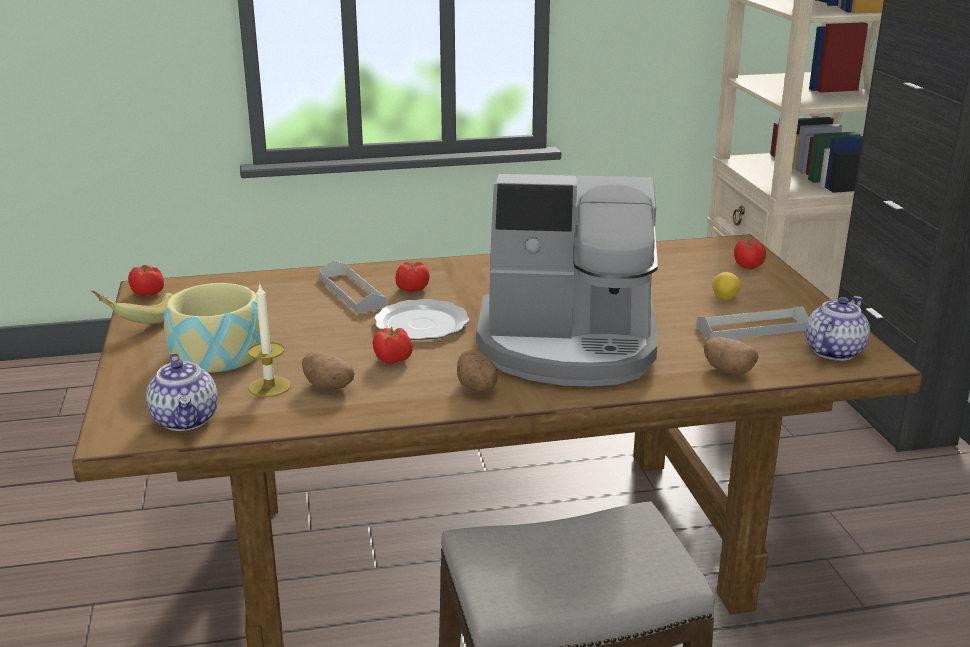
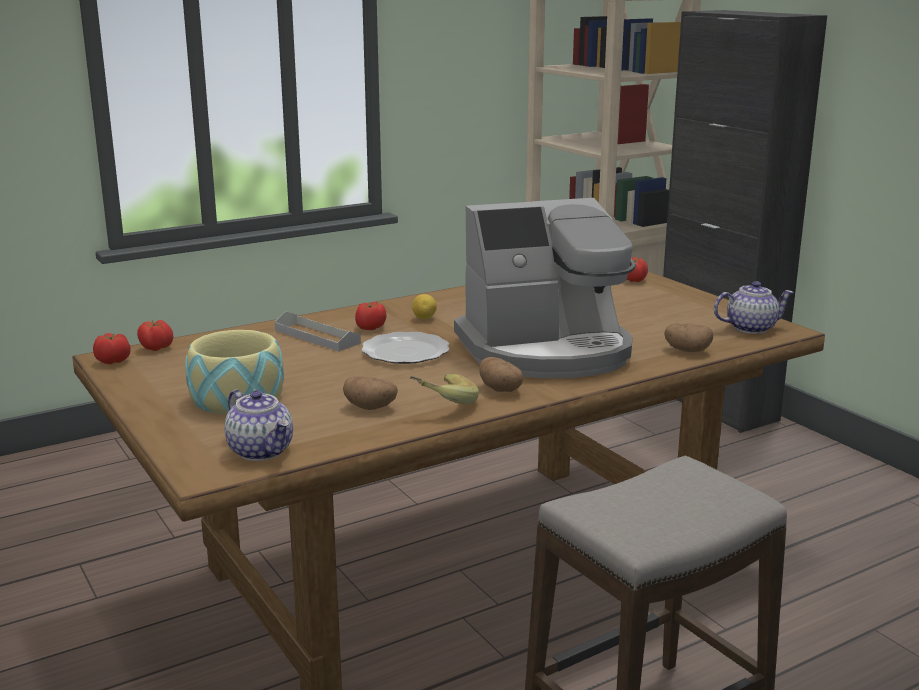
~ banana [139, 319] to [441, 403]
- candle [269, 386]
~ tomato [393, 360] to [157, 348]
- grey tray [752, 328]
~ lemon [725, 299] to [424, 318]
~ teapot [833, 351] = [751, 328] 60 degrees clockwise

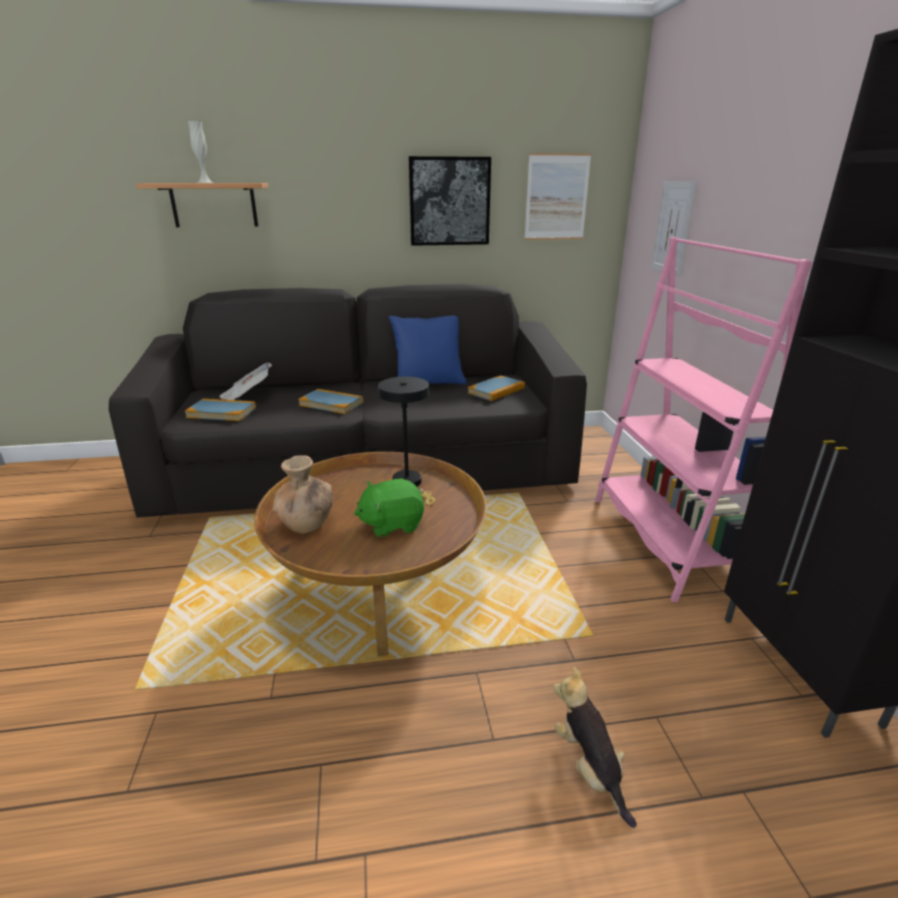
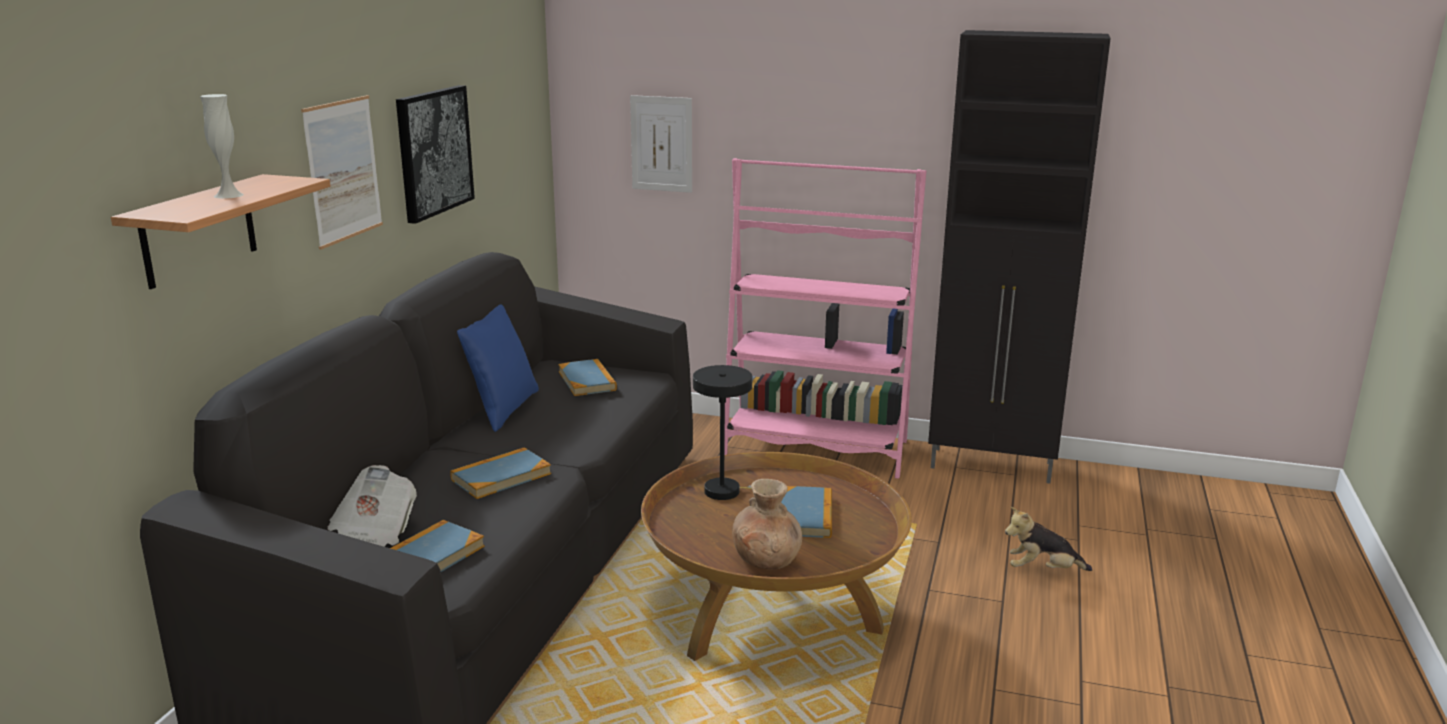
~ green plush toy [392, 524] to book [805, 515]
~ picture [556, 197] to [343, 170]

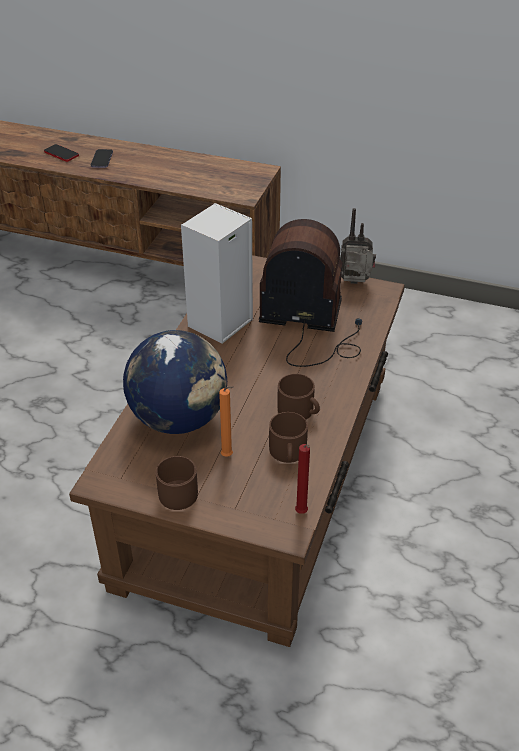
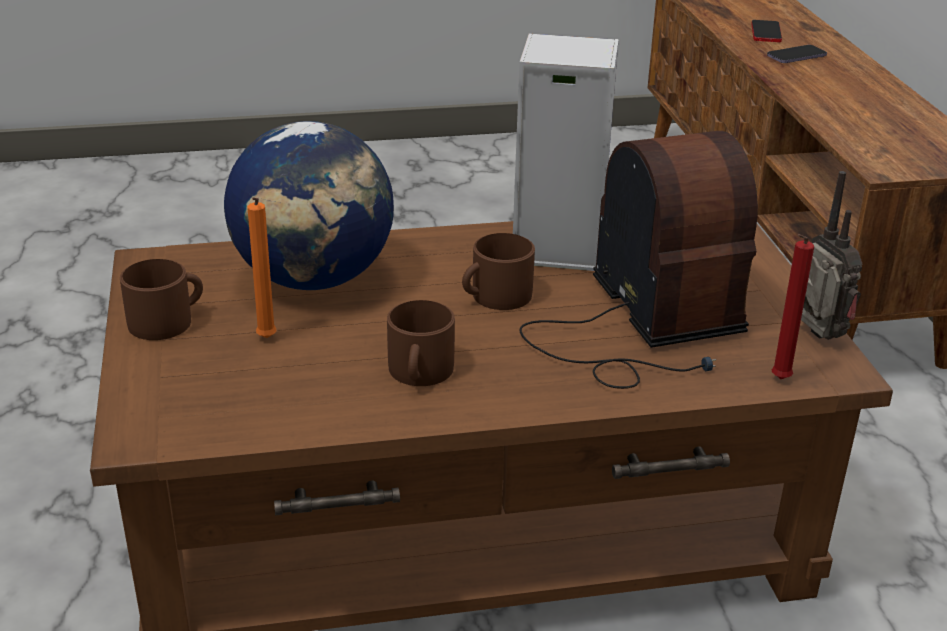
~ brown mug [288, 452] to [495, 296]
~ red candle [302, 514] to [778, 380]

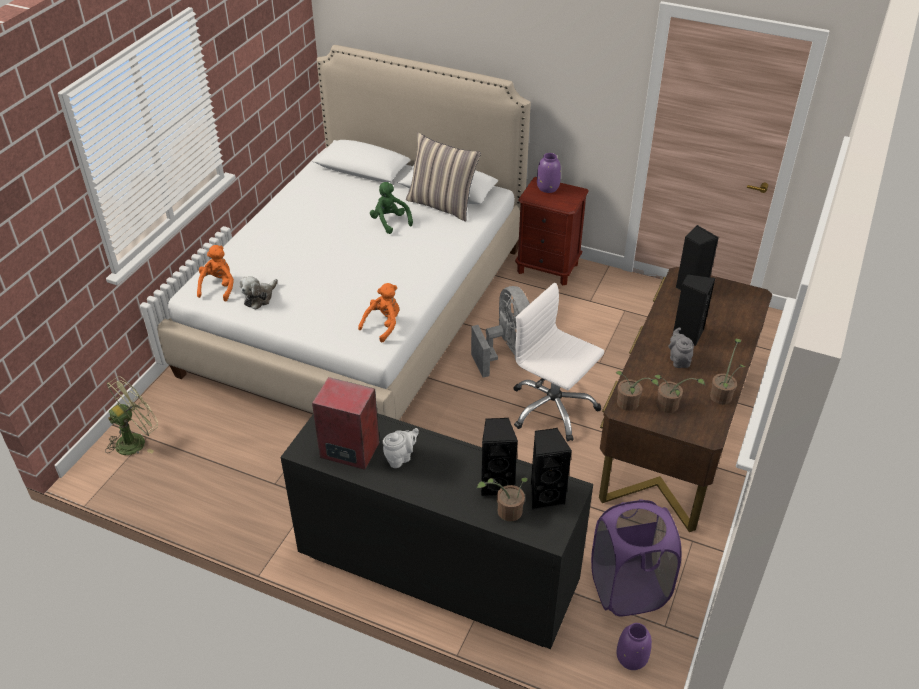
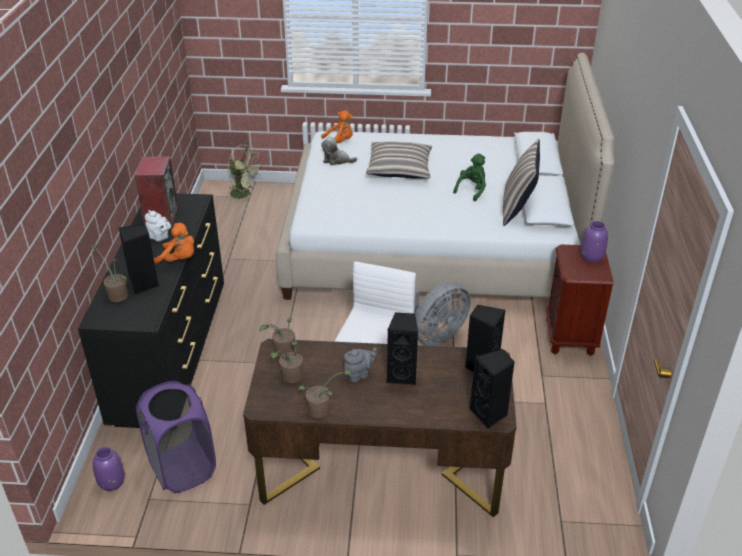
~ orange plush toy [383, 325] to [178, 260]
~ black speaker [545, 495] to [489, 414]
+ pillow [399, 168]

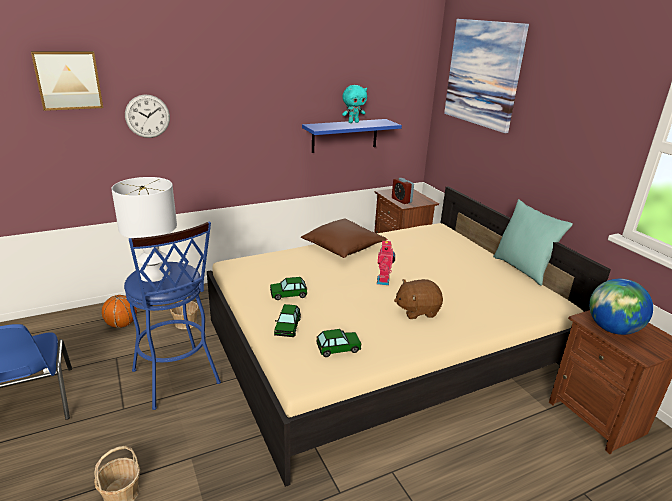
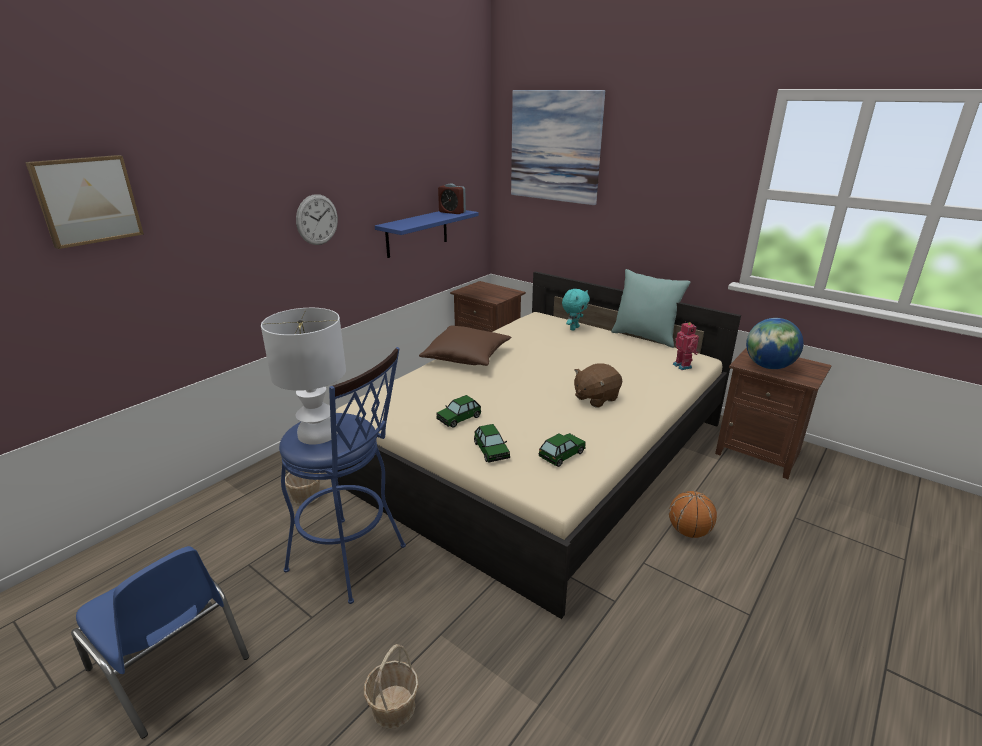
~ basketball [122, 324] to [689, 531]
~ wall clock [147, 116] to [317, 220]
~ turquoise plush toy [353, 122] to [573, 328]
~ toy robot [384, 281] to [683, 366]
~ alarm clock [401, 200] to [452, 212]

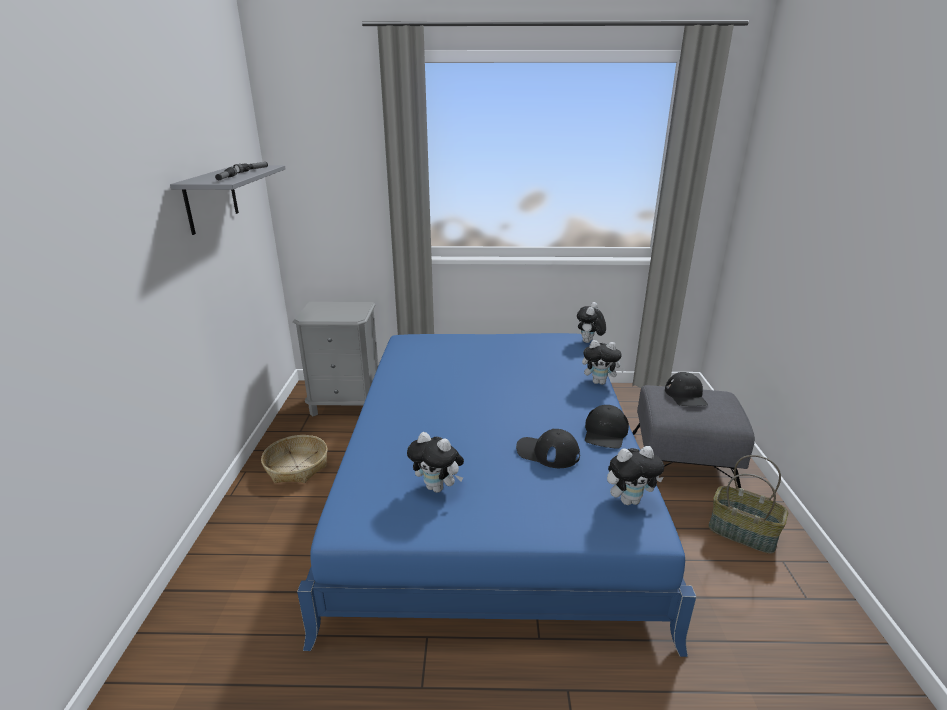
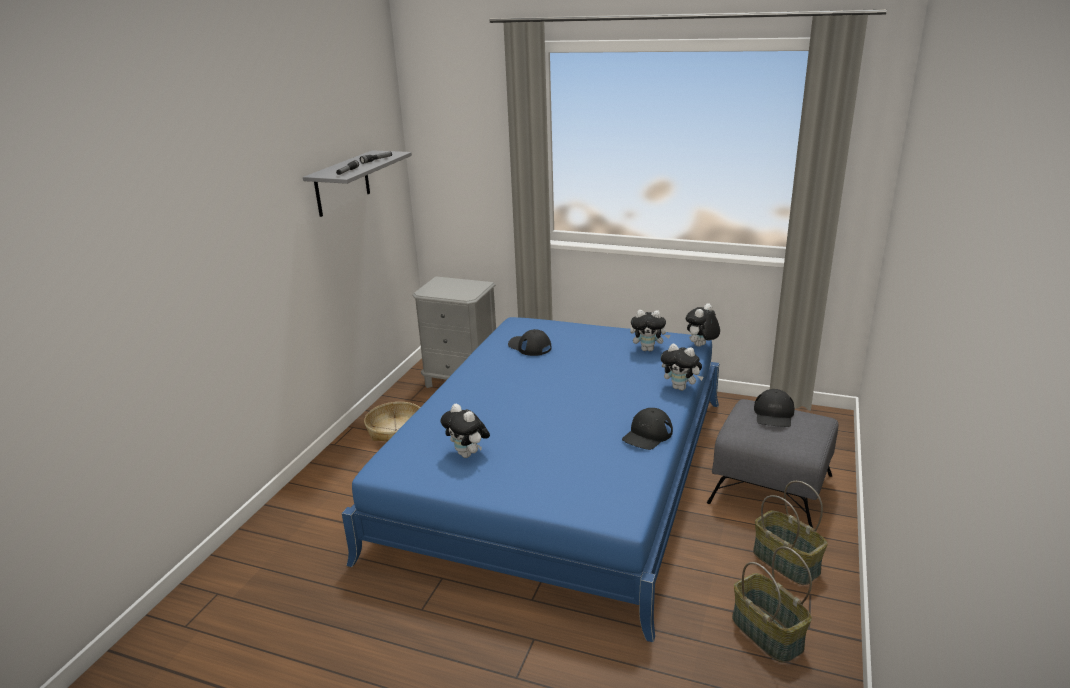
~ black cap [547, 452] to [529, 346]
~ plush toy [629, 500] to [648, 349]
+ basket [765, 633]

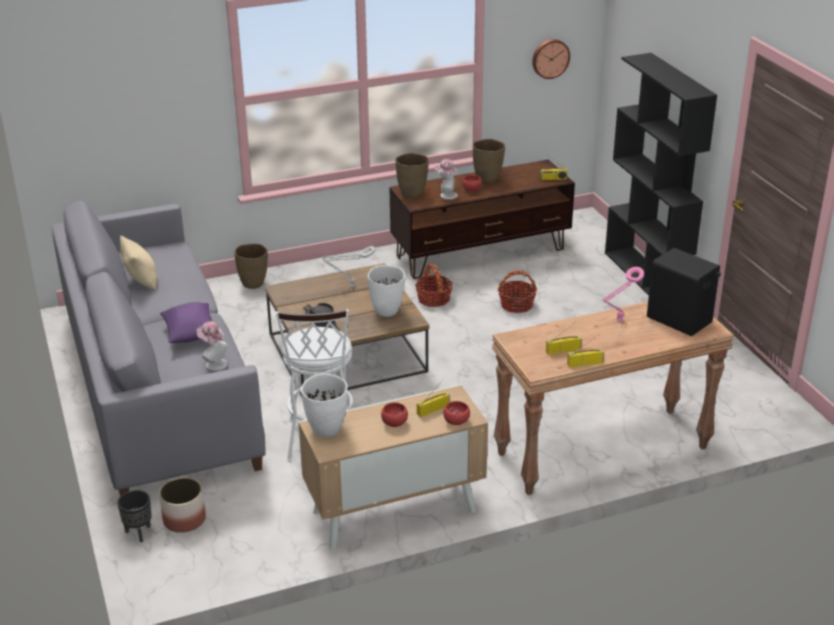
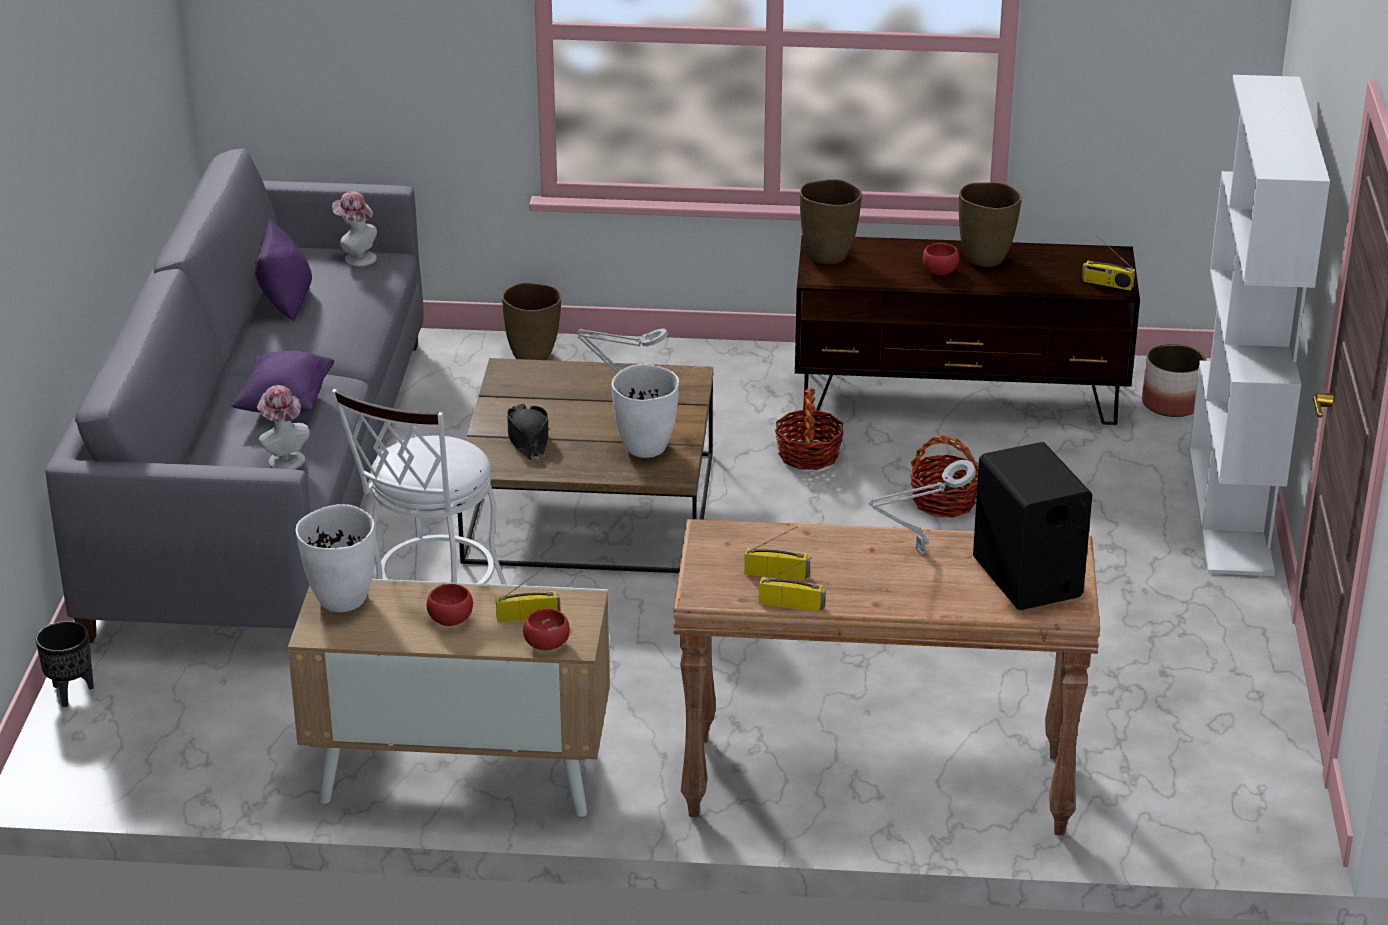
~ beige pillow [141, 281] to purple pillow [286, 302]
~ planter [184, 520] to [1171, 404]
~ hat [446, 195] to [356, 257]
- wall clock [550, 58]
~ pink table lamp [619, 321] to grey table lamp [918, 552]
~ black bookcase [647, 276] to white bookcase [1231, 511]

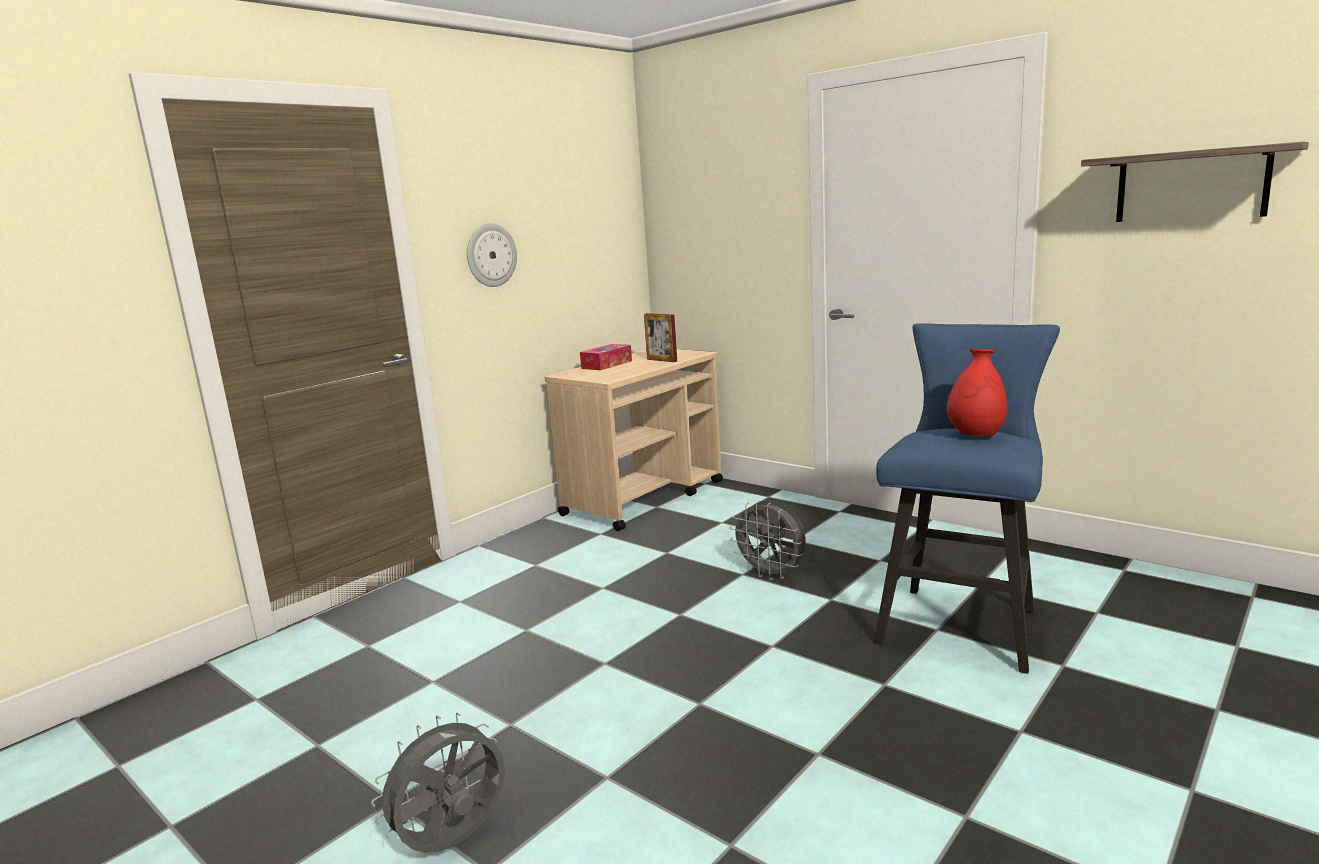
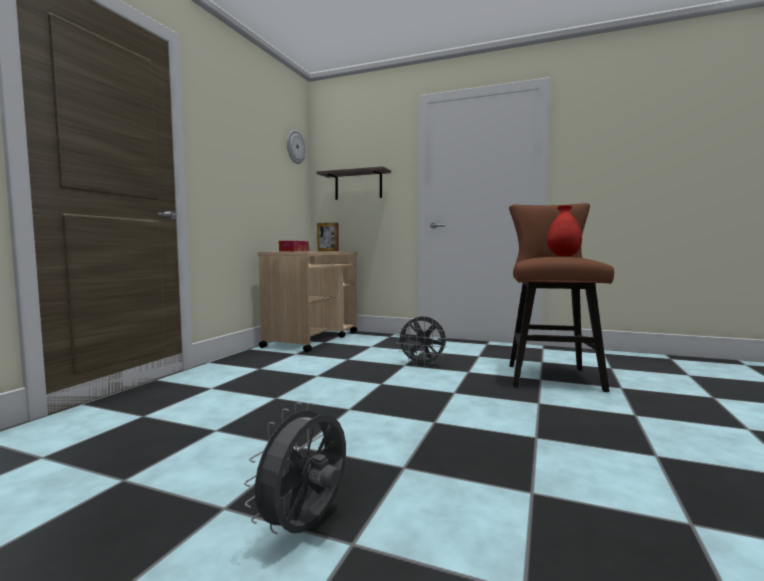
~ wall clock [491, 255] to [295, 147]
~ blue stool [962, 622] to brown stool [550, 375]
~ shelf [1191, 185] to [358, 185]

